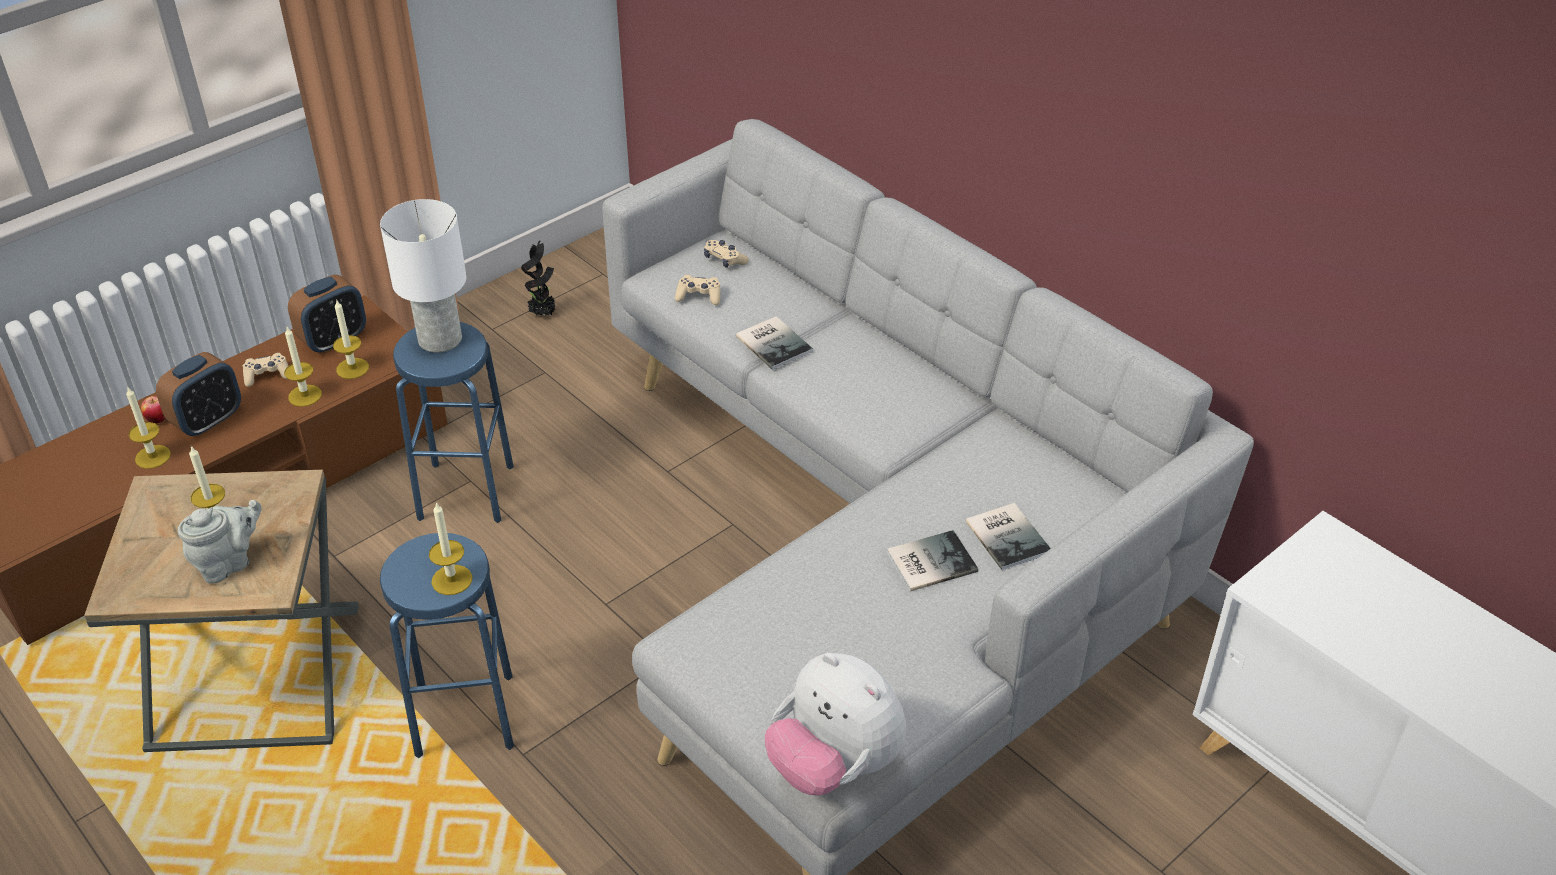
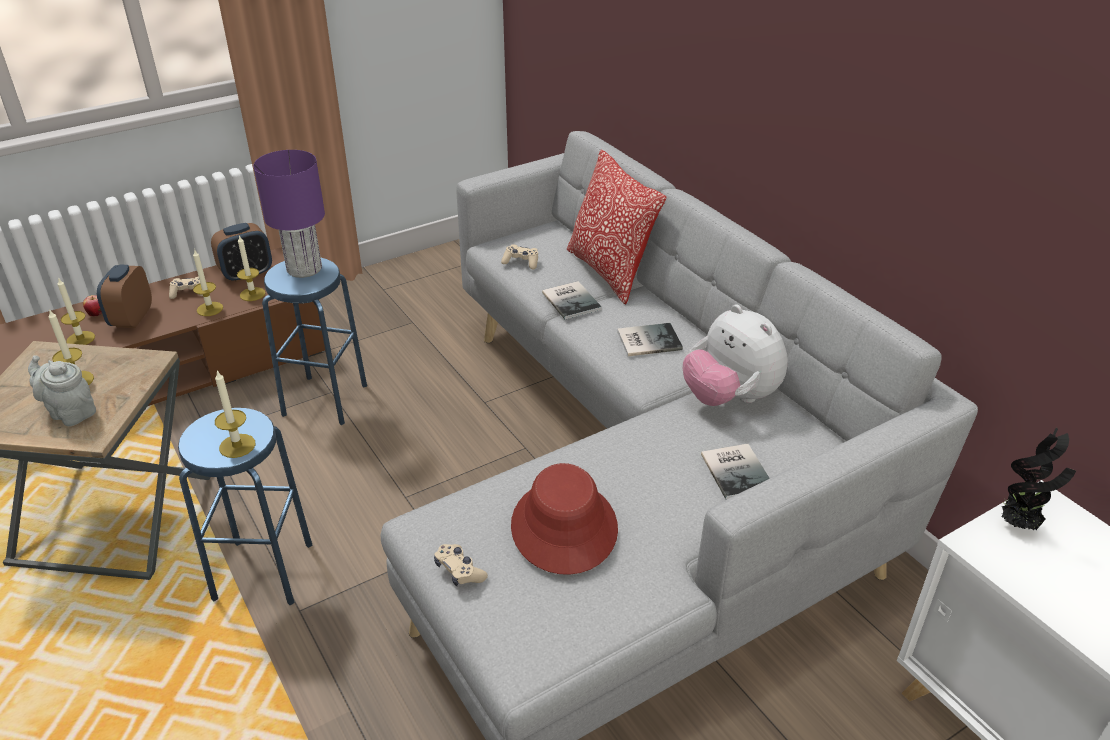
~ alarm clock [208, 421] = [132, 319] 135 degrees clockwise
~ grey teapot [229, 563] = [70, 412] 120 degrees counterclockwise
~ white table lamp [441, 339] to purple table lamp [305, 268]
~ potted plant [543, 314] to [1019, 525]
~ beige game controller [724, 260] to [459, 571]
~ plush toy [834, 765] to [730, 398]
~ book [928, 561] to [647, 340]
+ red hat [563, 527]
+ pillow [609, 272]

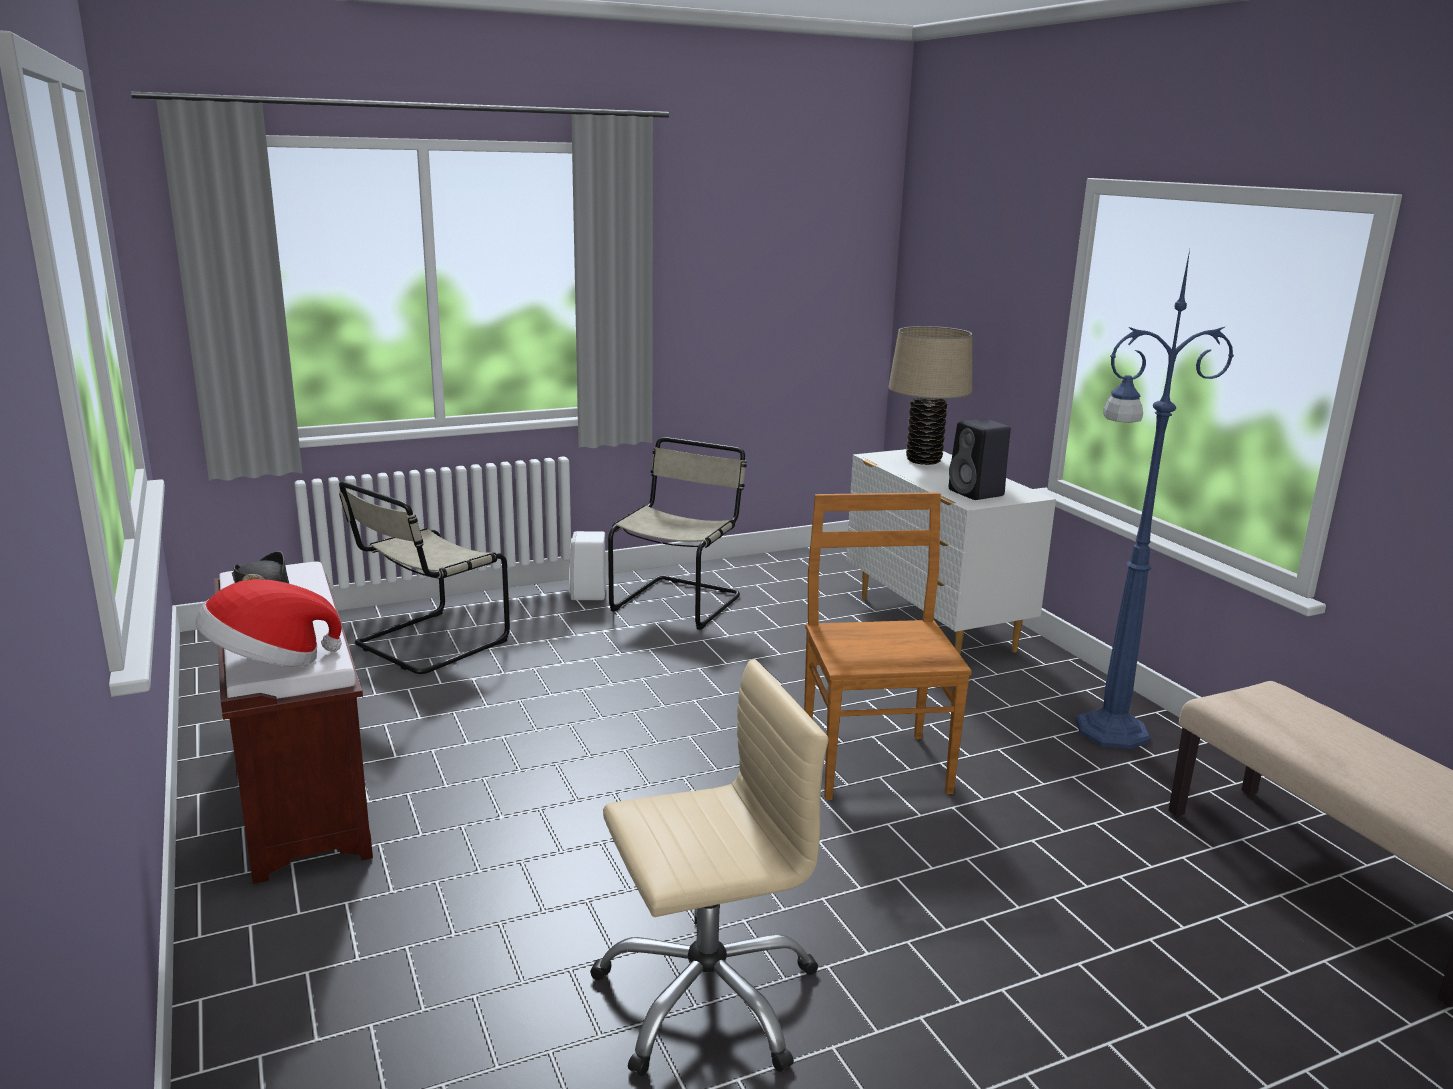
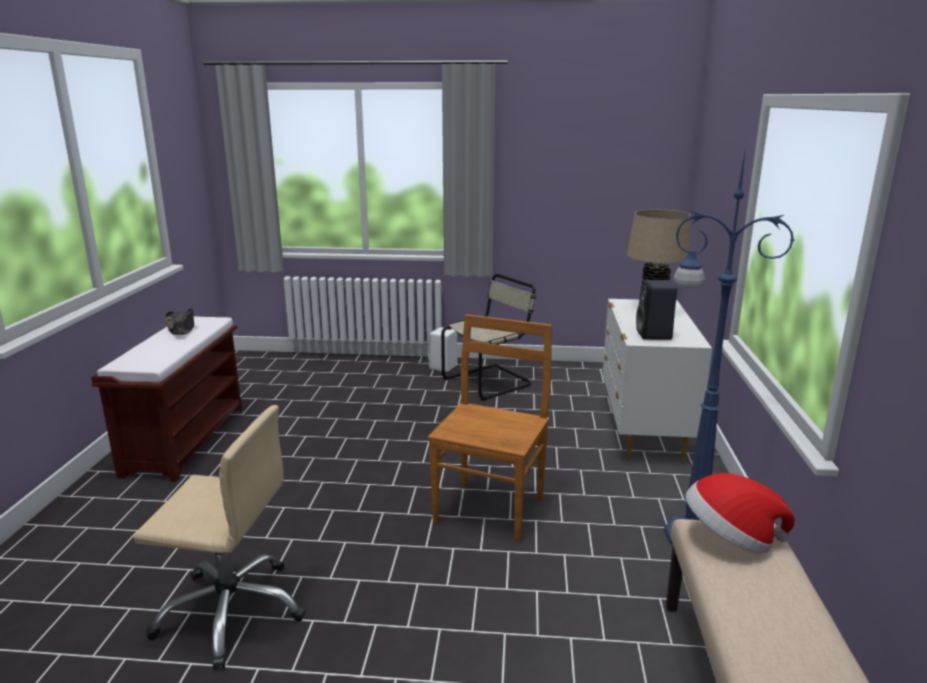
~ hat [268, 662] to [730, 539]
- beige chair [426, 644]

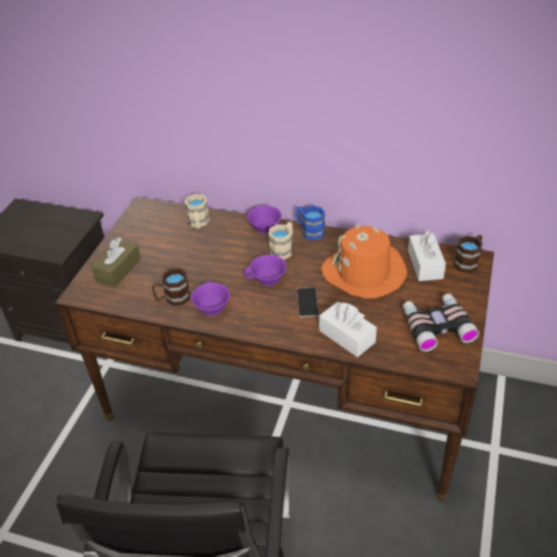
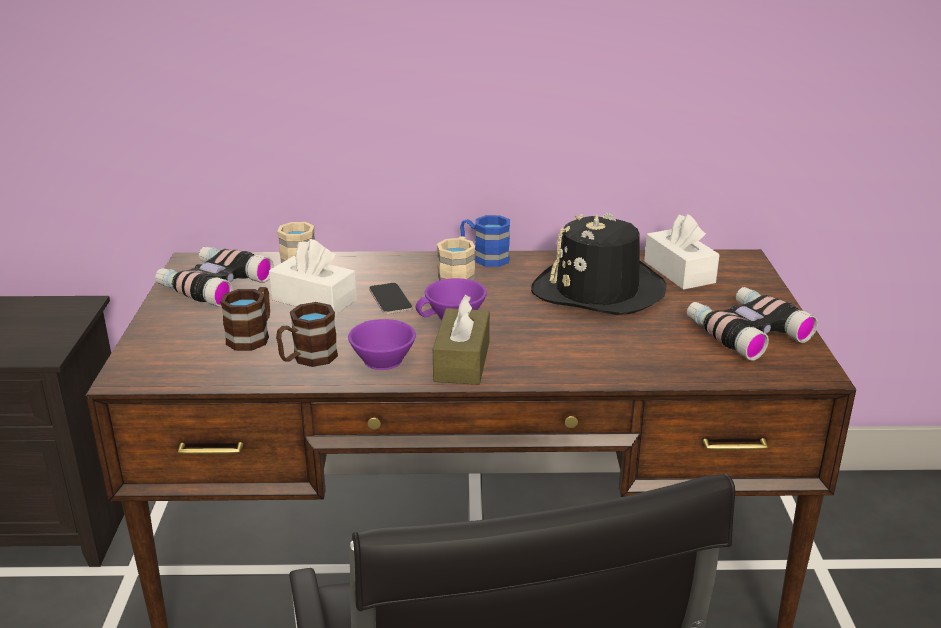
~ brown tissue box [118, 270] to [462, 361]
- purple cup [267, 227]
~ phone [307, 302] to [390, 299]
~ white tissue box [347, 336] to [314, 300]
~ orange hat [364, 272] to black hat [598, 290]
~ brown mug [468, 261] to [253, 336]
+ binoculars [213, 285]

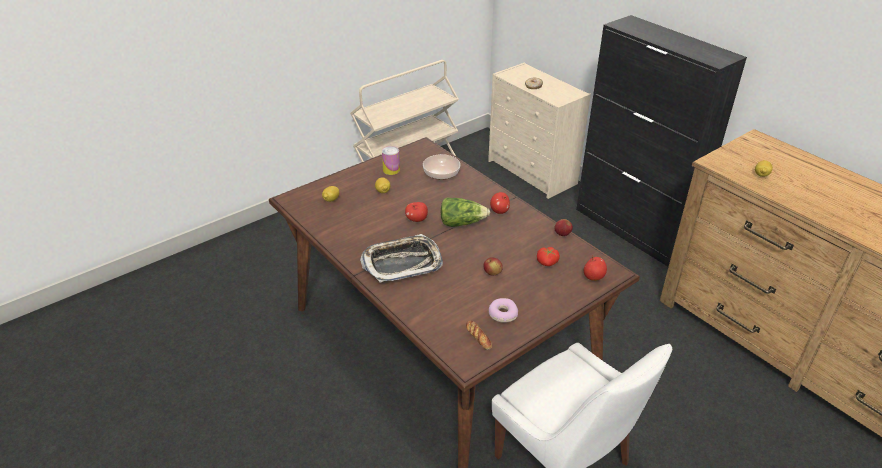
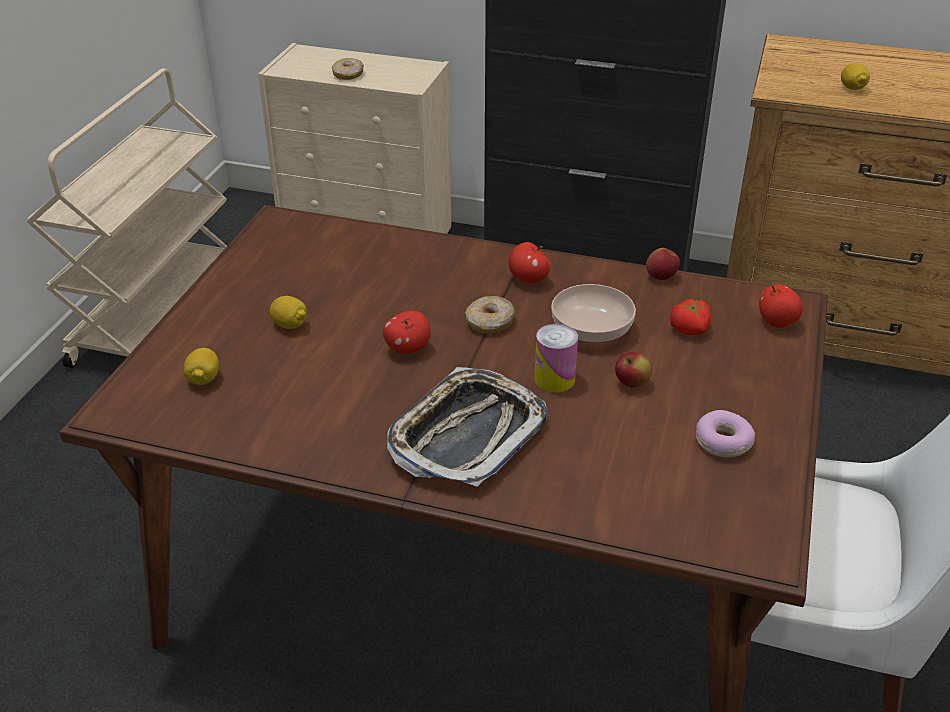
~ can [391, 170] to [554, 379]
~ bowl [442, 174] to [592, 327]
~ lettuce [462, 222] to donut [490, 322]
- bread [478, 337]

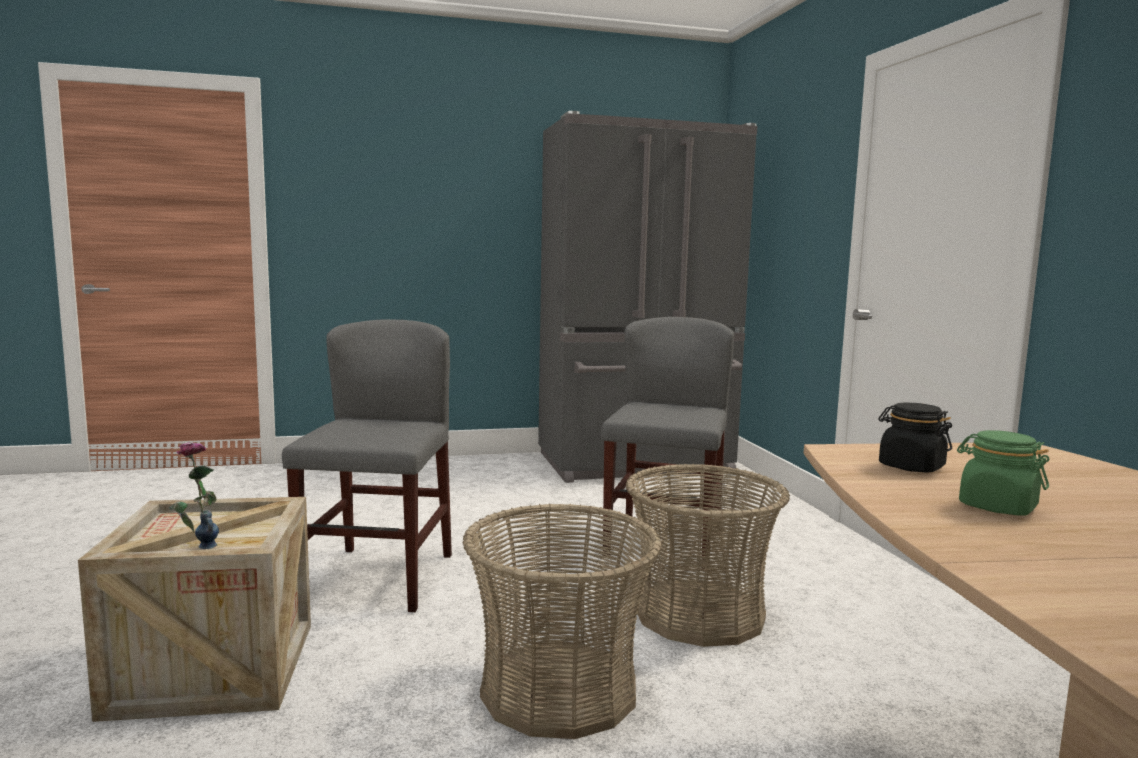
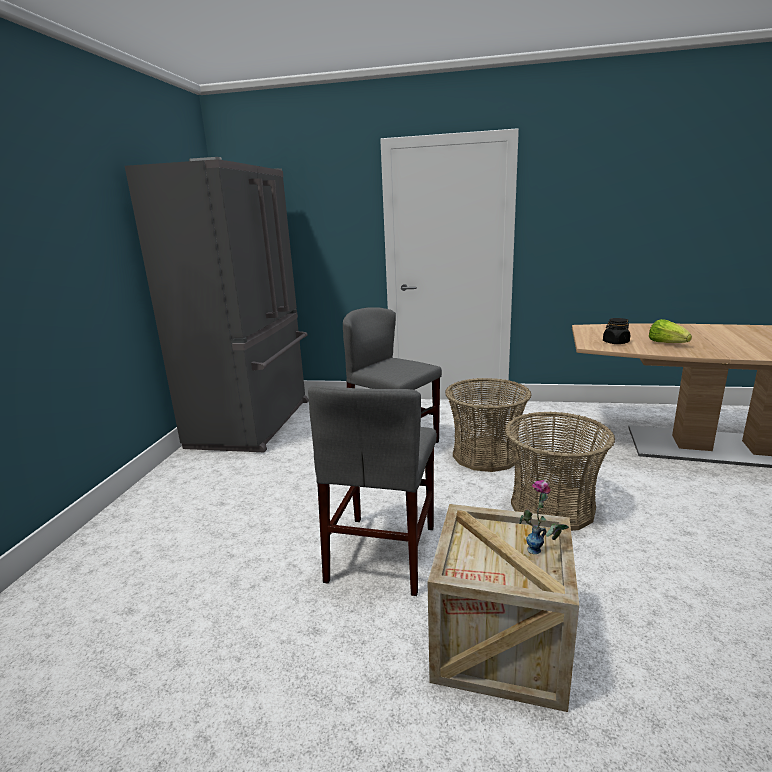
~ grey chair [378, 578] = [382, 553] 105 degrees counterclockwise
~ green jar [997, 507] to lettuce [667, 343]

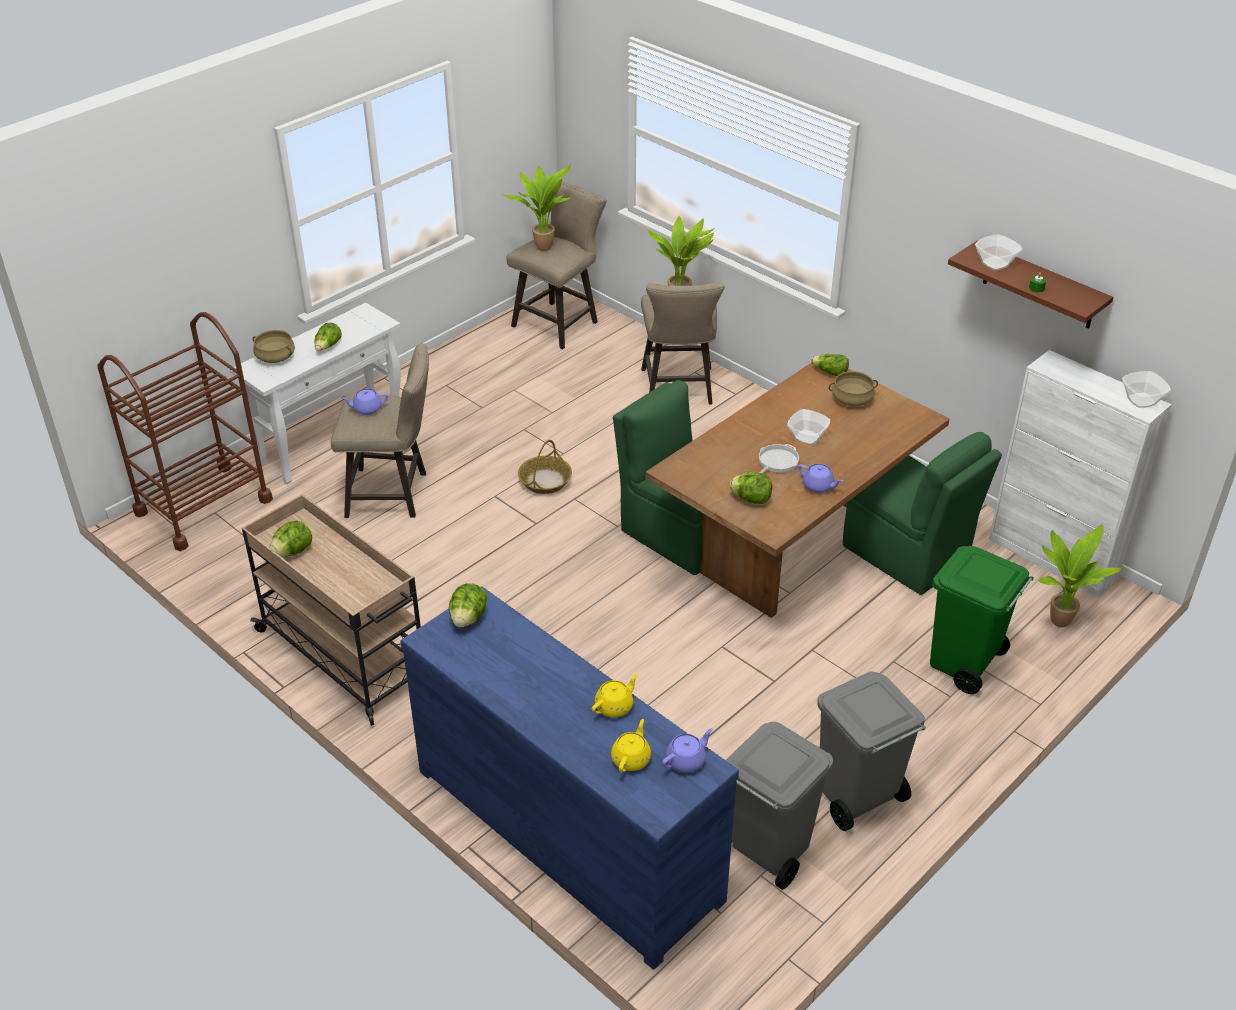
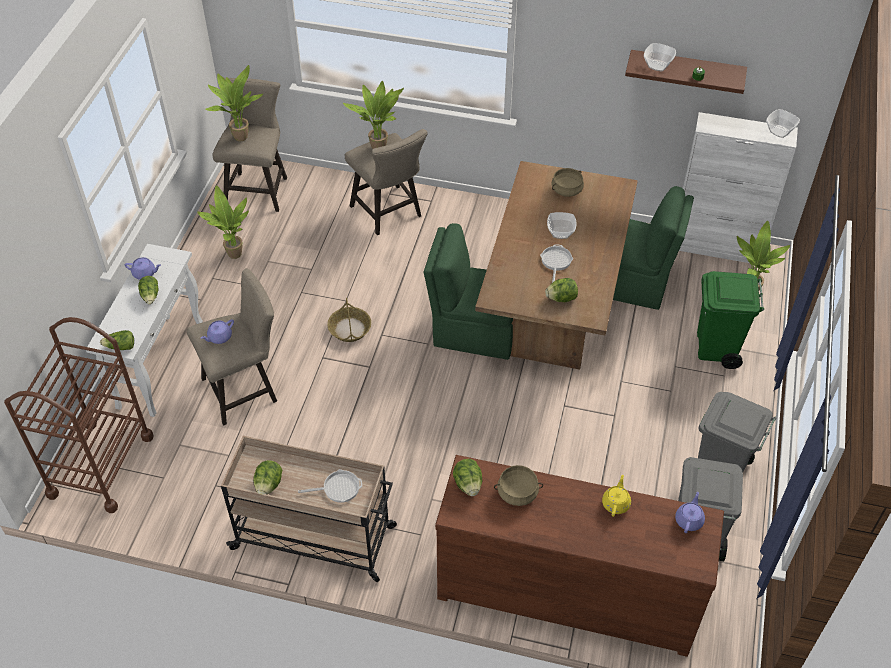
~ beige cooking pot [275, 357] to [517, 493]
~ blue dresser [568, 831] to brown dresser [566, 590]
- yellow teapot [631, 758]
~ purple teapot [818, 486] to [145, 273]
~ lettuce [830, 373] to [121, 347]
+ potted plant [232, 255]
+ frying pan [338, 488]

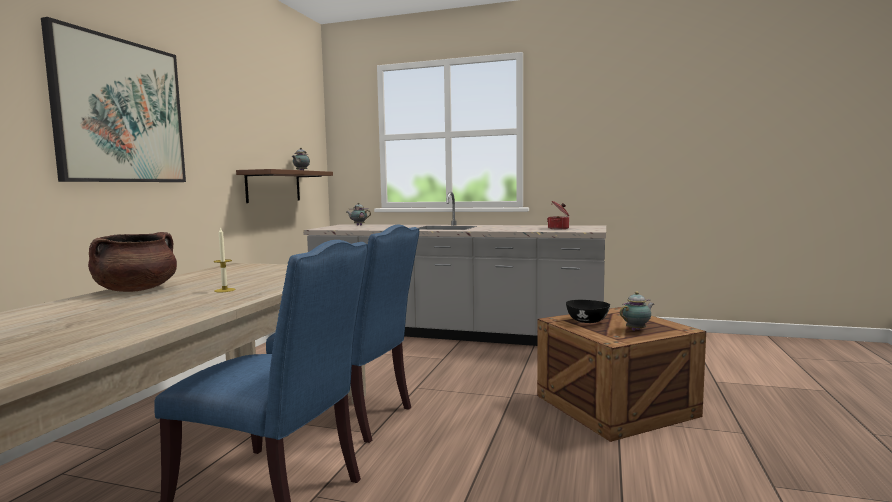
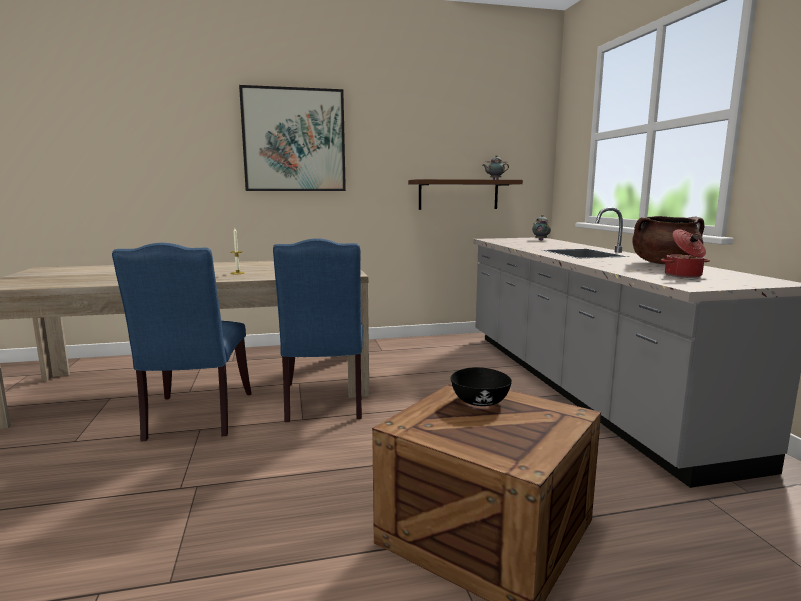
~ brown cooking pot [136, 290] to [664, 263]
- teapot [637, 330]

